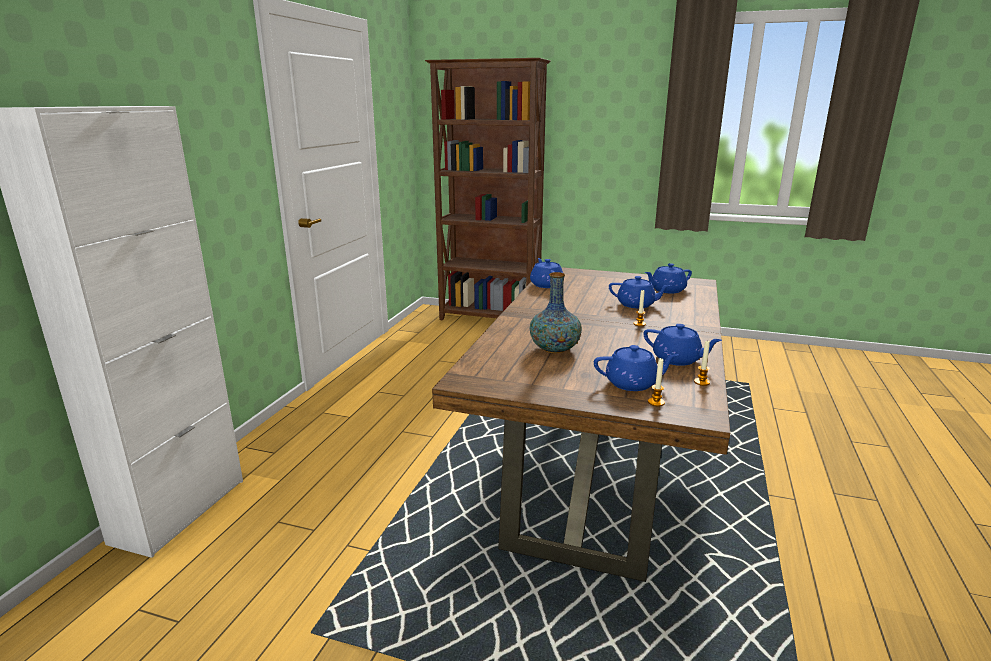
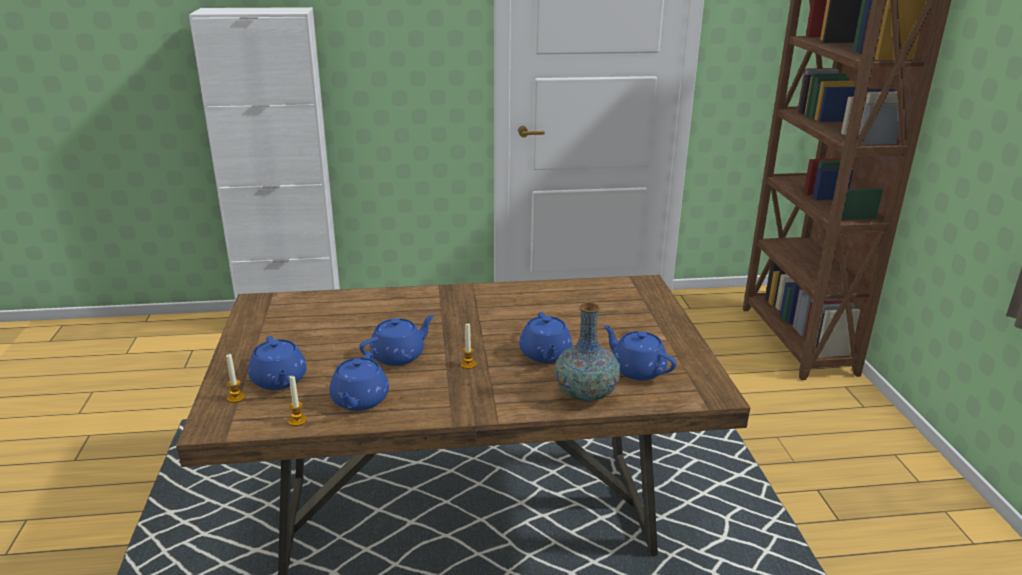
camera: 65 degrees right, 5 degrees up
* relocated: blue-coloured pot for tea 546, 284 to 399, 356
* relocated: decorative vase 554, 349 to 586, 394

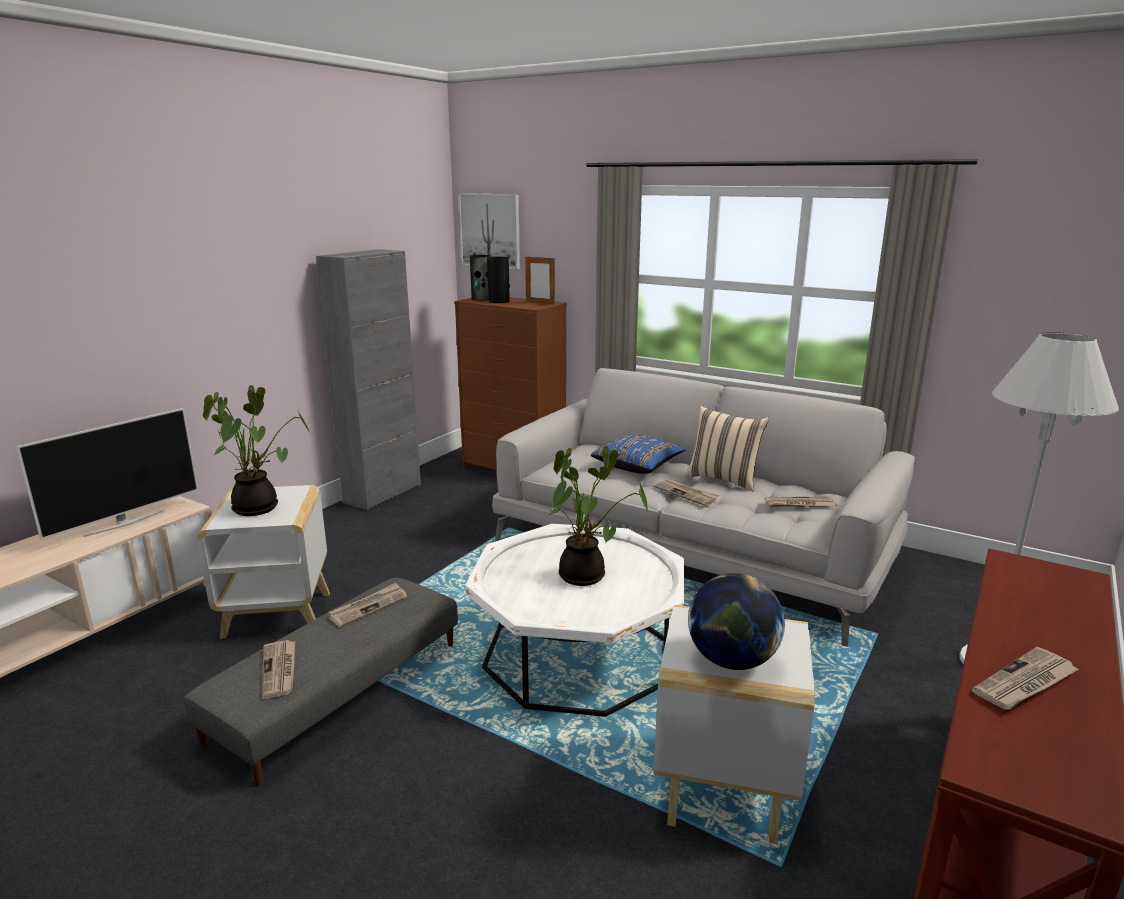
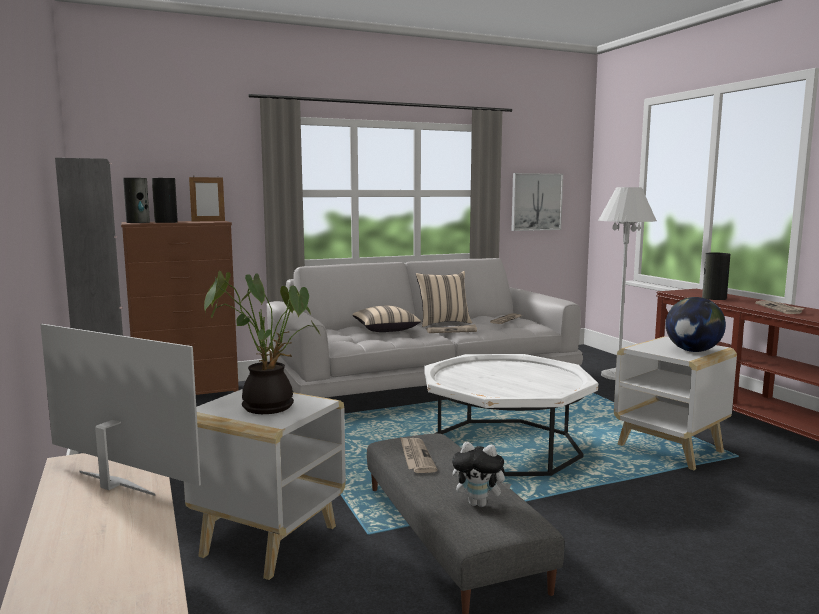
camera: 55 degrees left, 10 degrees down
* spun: TV 124, 523 = 114, 484 45 degrees counterclockwise
* colour: blue-coloured cushion 638, 466 to beige-coloured cushion 385, 329
* exchanged: newspaper 280, 670 to plush toy 480, 504
* relocated: wall art 490, 230 to 536, 202
* appeared: decorative vase 713, 298
* missing: houseplant 586, 576

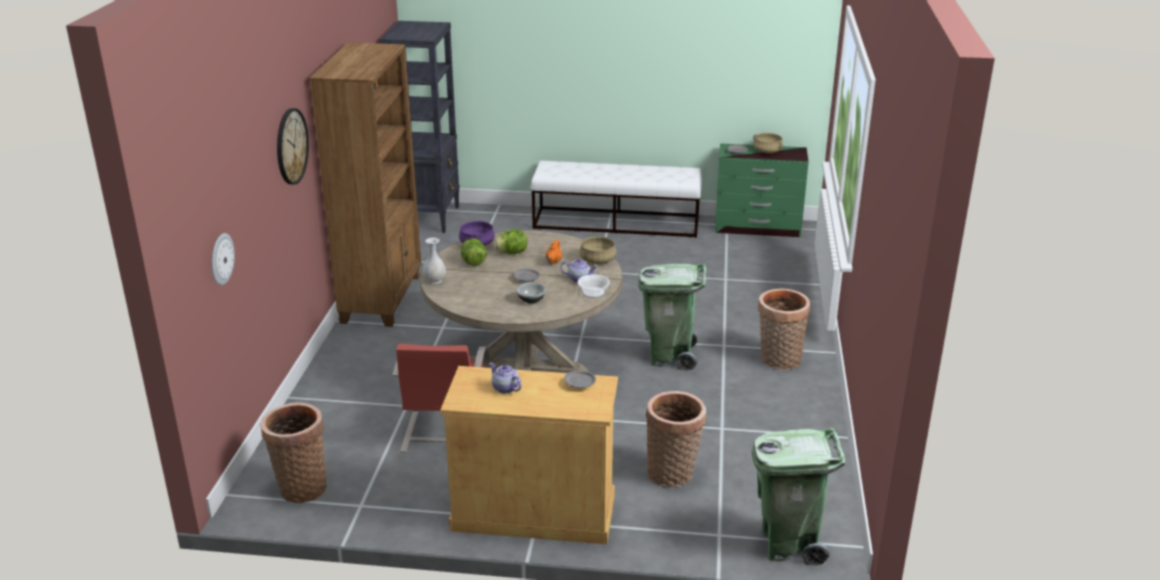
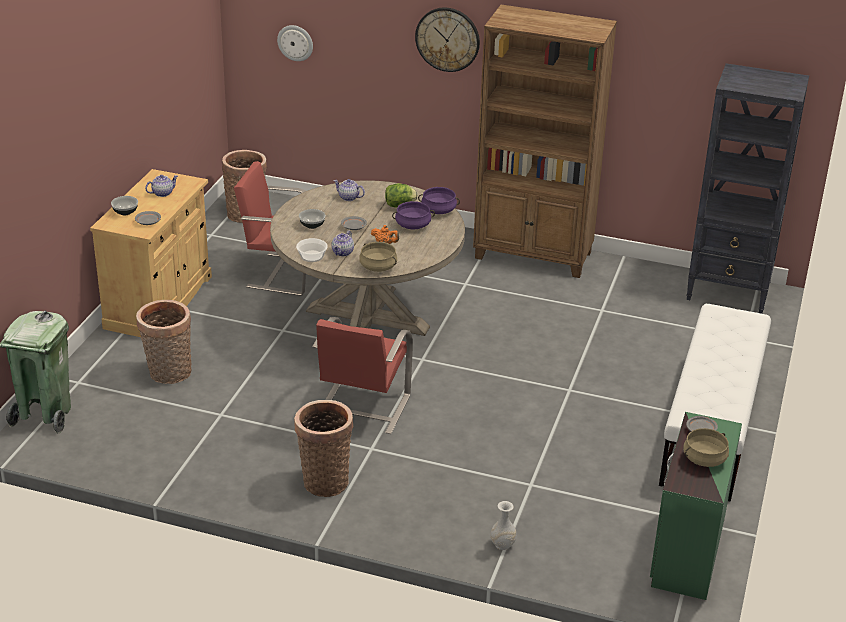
camera: 100 degrees right, 5 degrees up
* appeared: serving bowl 125, 212
* exchanged: greenish rubbish bin 670, 356 to red upright chair 361, 408
* appeared: pot for tea 348, 197
* exchanged: lettuce head 512, 253 to purplish cooking pot 413, 225
* relocated: whitish decorative vase 435, 281 to 502, 544

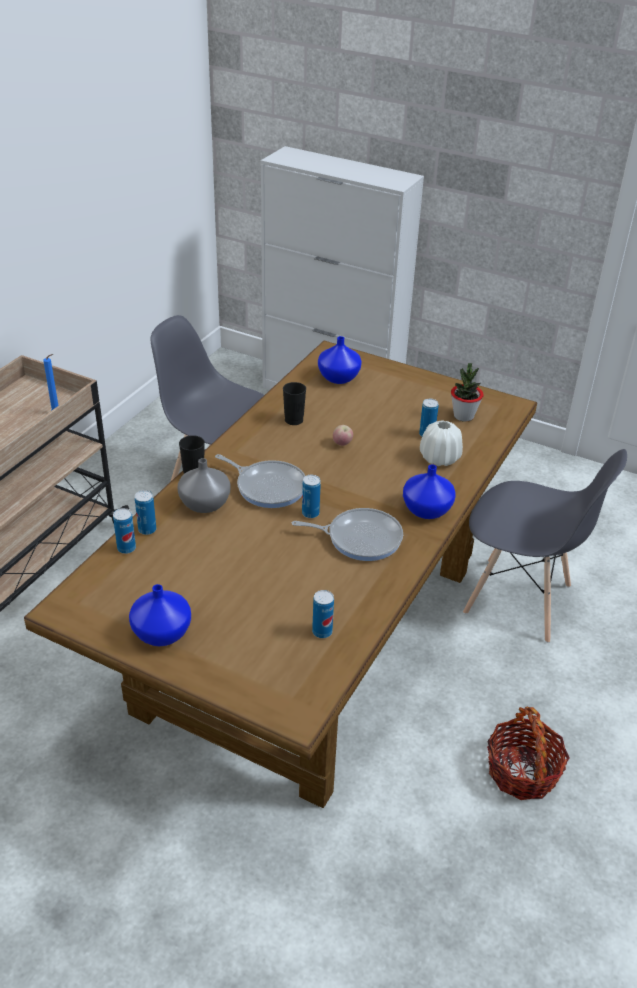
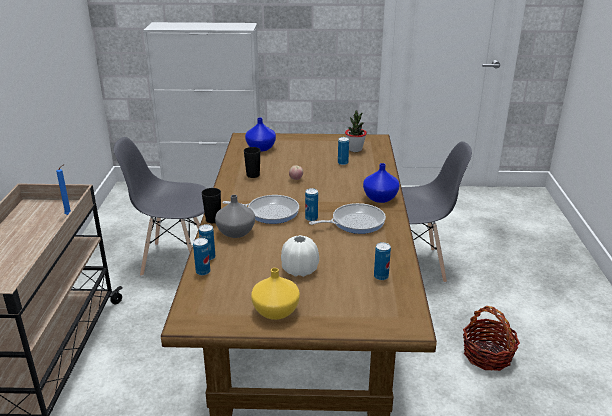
camera: 25 degrees left, 10 degrees down
* colour: blue-coloured decorative vase 163, 632 to yellow decorative vase 276, 310
* relocated: whitish decorative vase 439, 458 to 300, 270

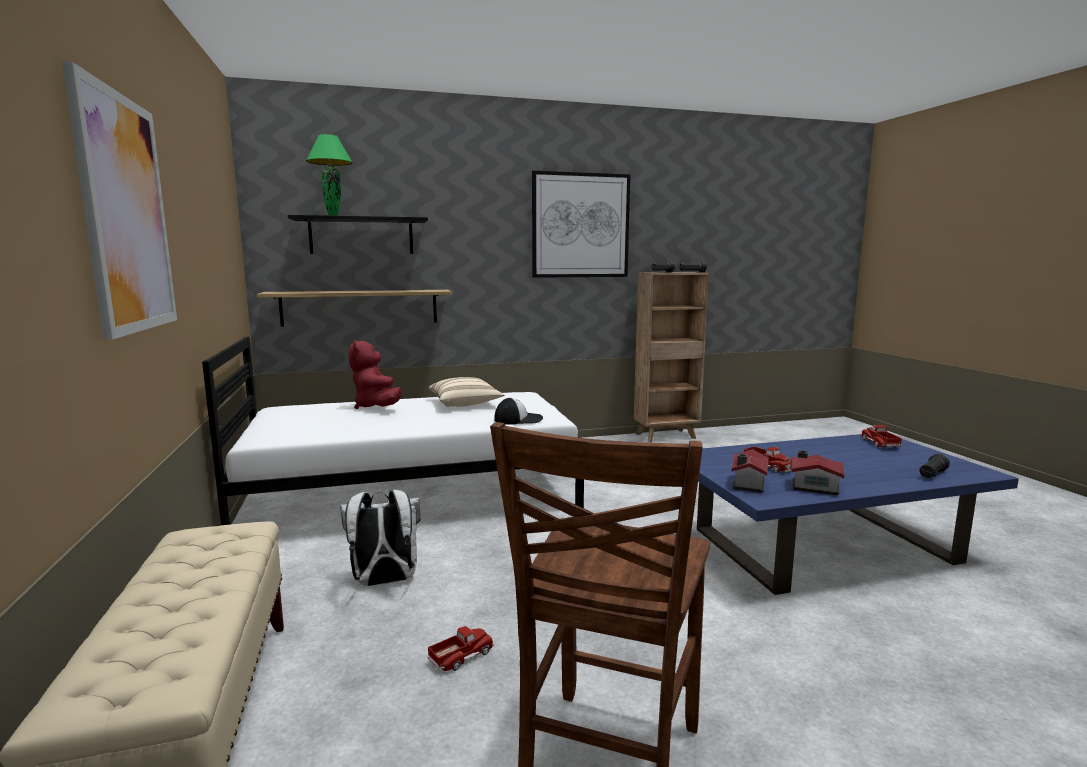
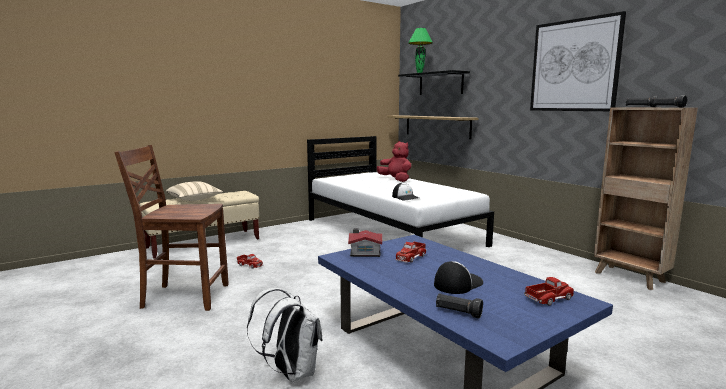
camera: 70 degrees right, 0 degrees up
* relocated: beige-coloured cushion 465, 404 to 194, 200
* relocated: whitish backpack 384, 581 to 290, 372
* spun: red plush toy 377, 407 = 395, 180 90 degrees clockwise
* appeared: cap 457, 283
* missing: wall art 126, 214
* missing: miniature house 813, 486

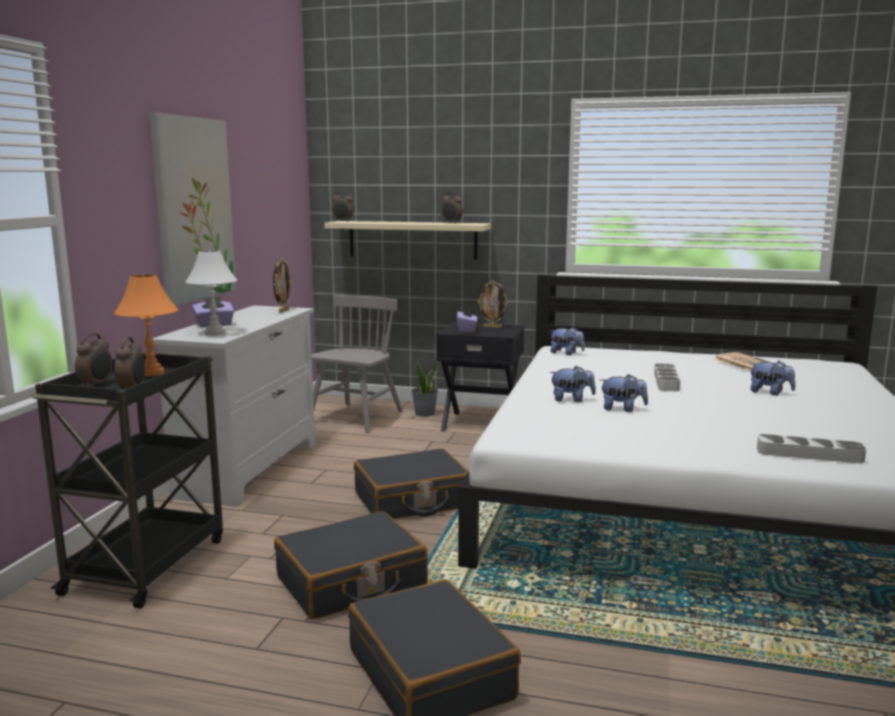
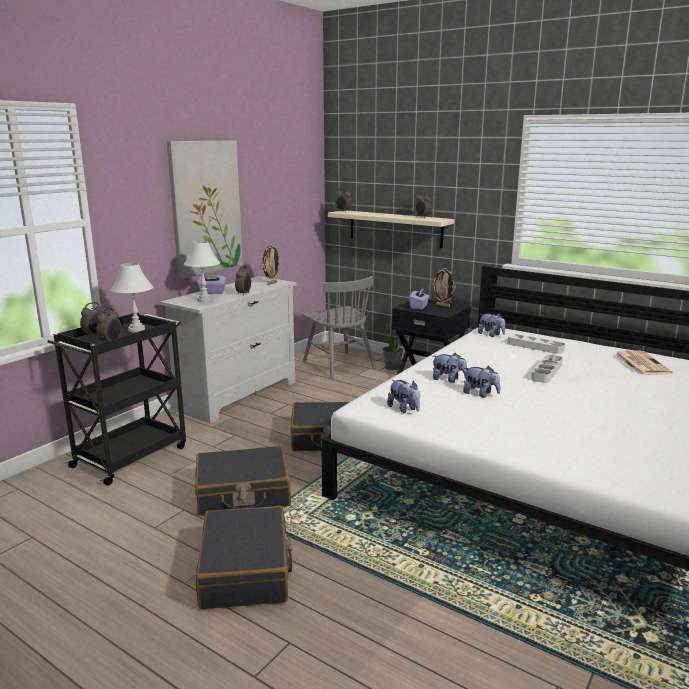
camera: 20 degrees right, 5 degrees up
* colour: orange-coloured table lamp 152, 373 to whitish table lamp 136, 329
* appeared: table clock 244, 294
* spun: grey upright chair 356, 418 = 339, 364 105 degrees clockwise
* relocated: plush toy 770, 393 to 404, 409
* relocated: grey tray 809, 454 to 535, 347

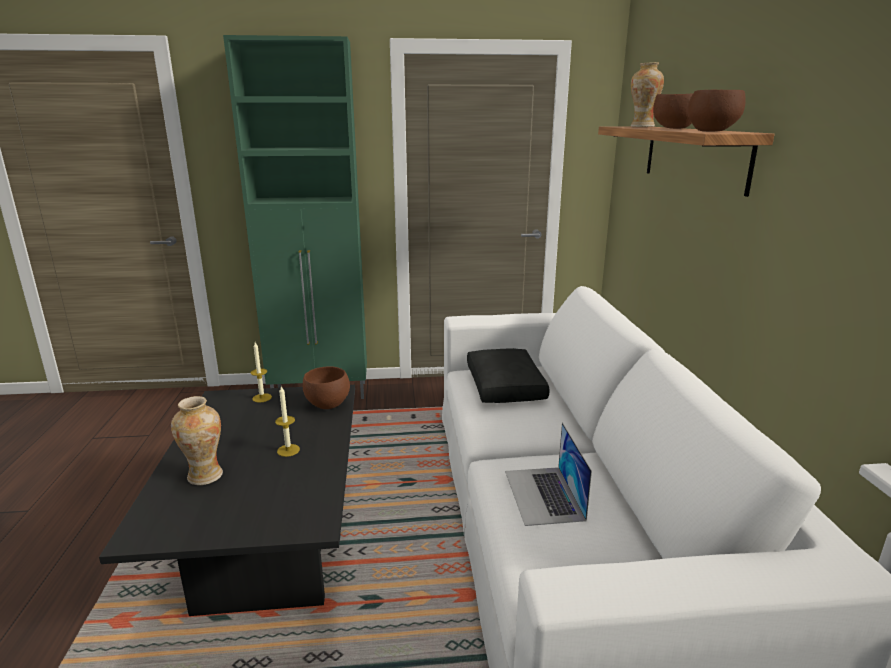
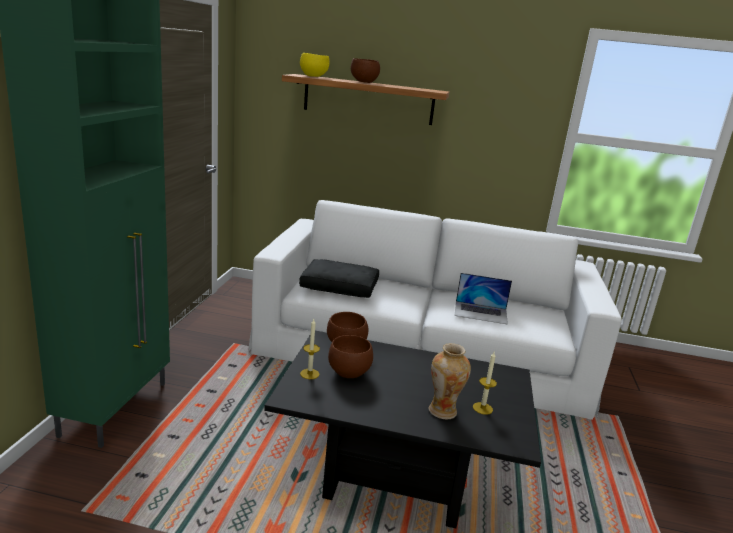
camera: 75 degrees left, 0 degrees up
* exchanged: decorative vase 642, 126 to yellow serving bowl 313, 76
* relocated: brown-coloured serving bowl 710, 131 to 347, 373
* relocated: wax light 288, 450 to 482, 408

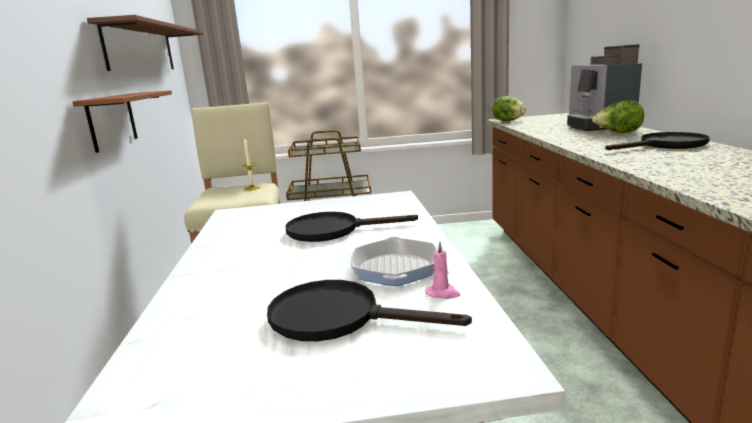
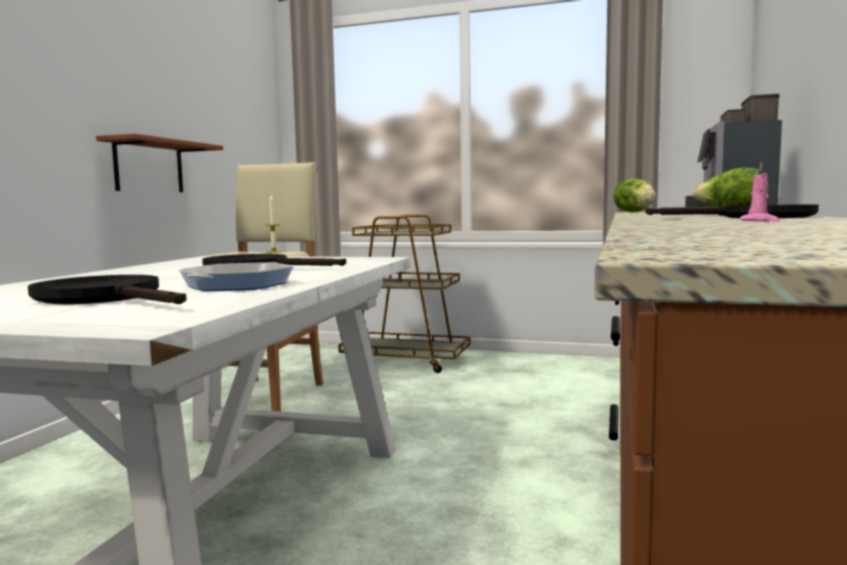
camera: 20 degrees right, 10 degrees down
* relocated: pink wax light 443, 293 to 760, 221
* missing: brown-coloured bracket shelf 140, 48

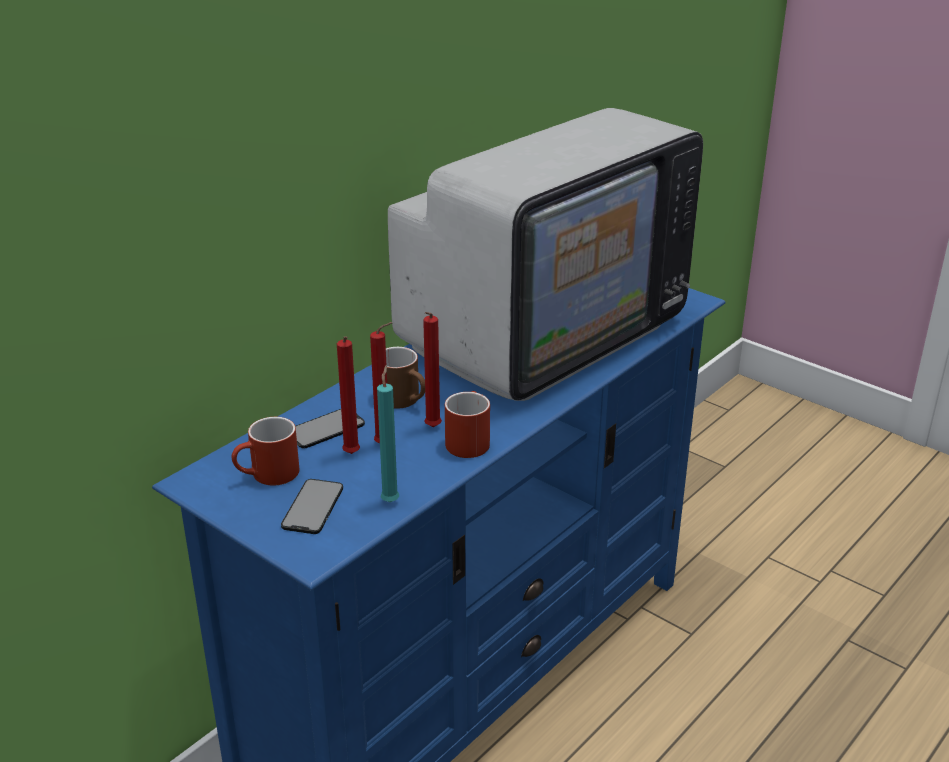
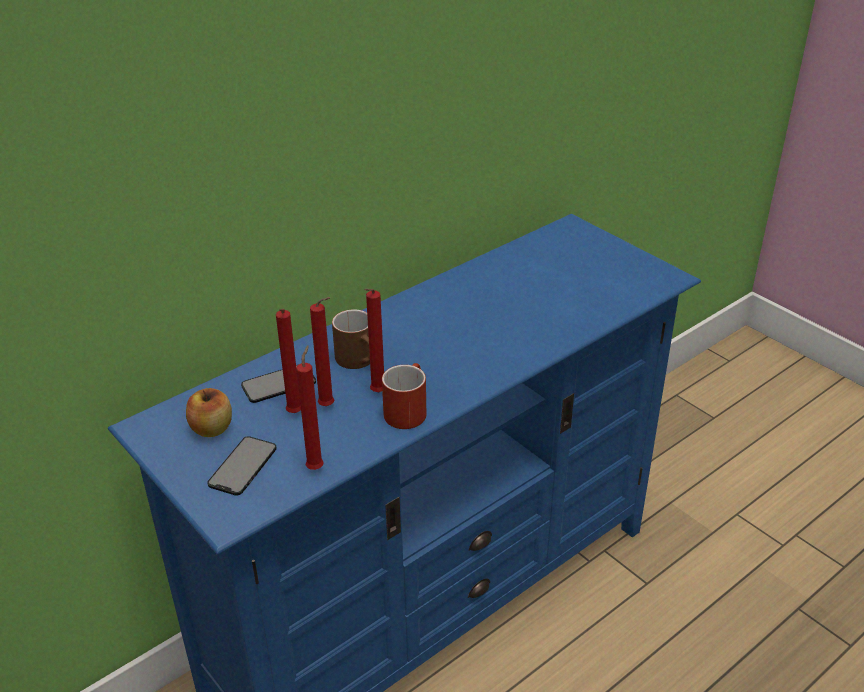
camera: 10 degrees right, 5 degrees up
* exchanged: red mug 268, 476 to apple 212, 429
* colour: turquoise-coloured wax light 391, 500 to red wax light 316, 467
* missing: TV 543, 335

